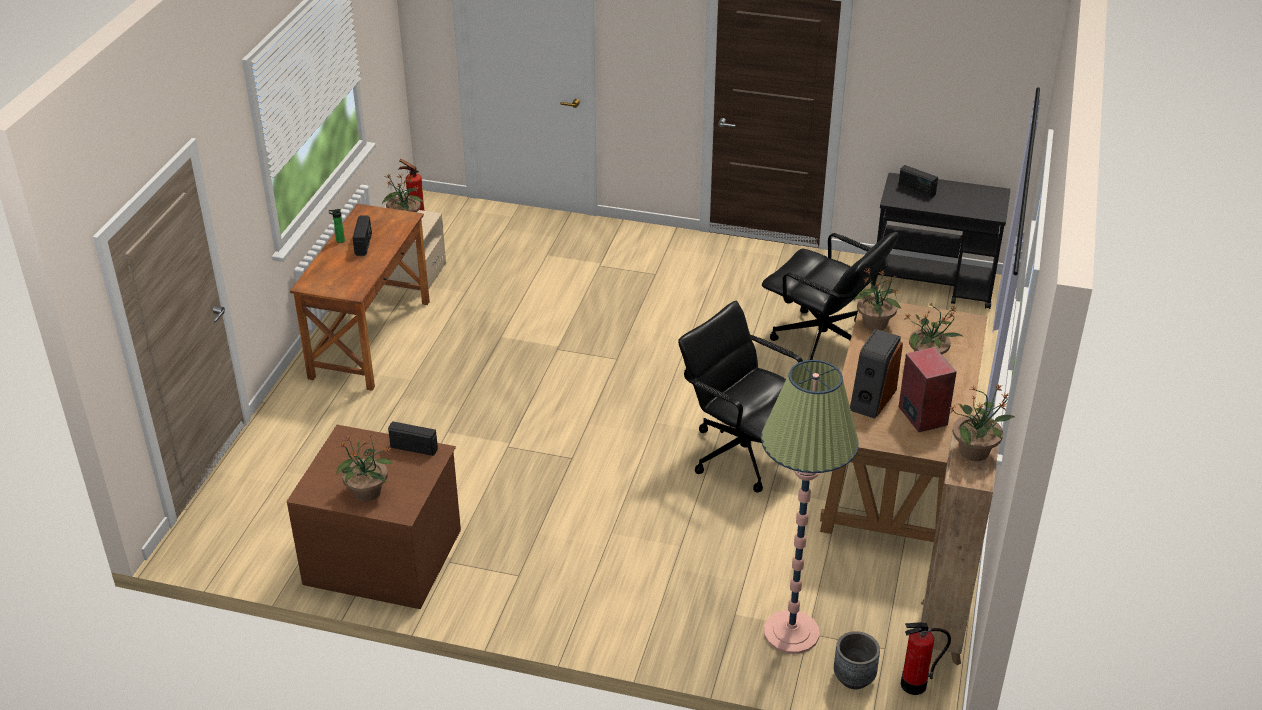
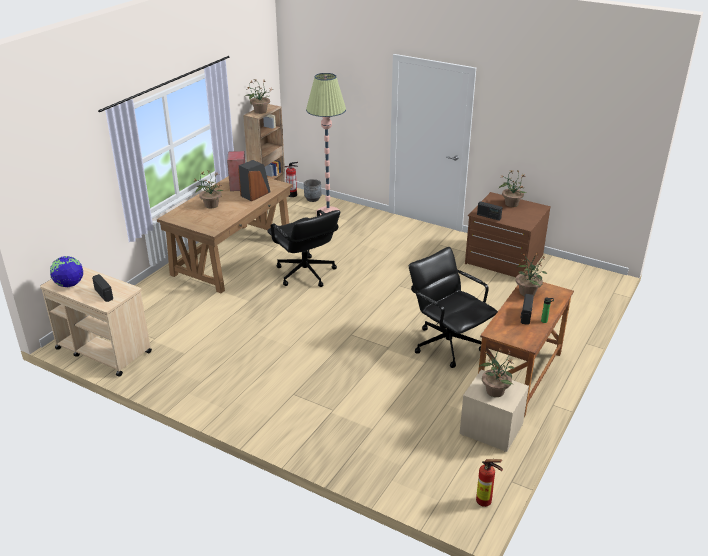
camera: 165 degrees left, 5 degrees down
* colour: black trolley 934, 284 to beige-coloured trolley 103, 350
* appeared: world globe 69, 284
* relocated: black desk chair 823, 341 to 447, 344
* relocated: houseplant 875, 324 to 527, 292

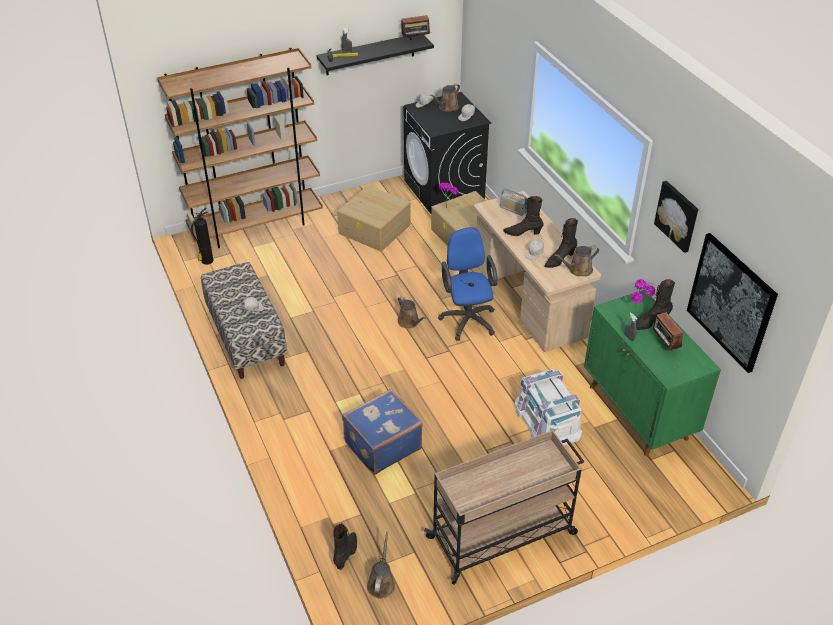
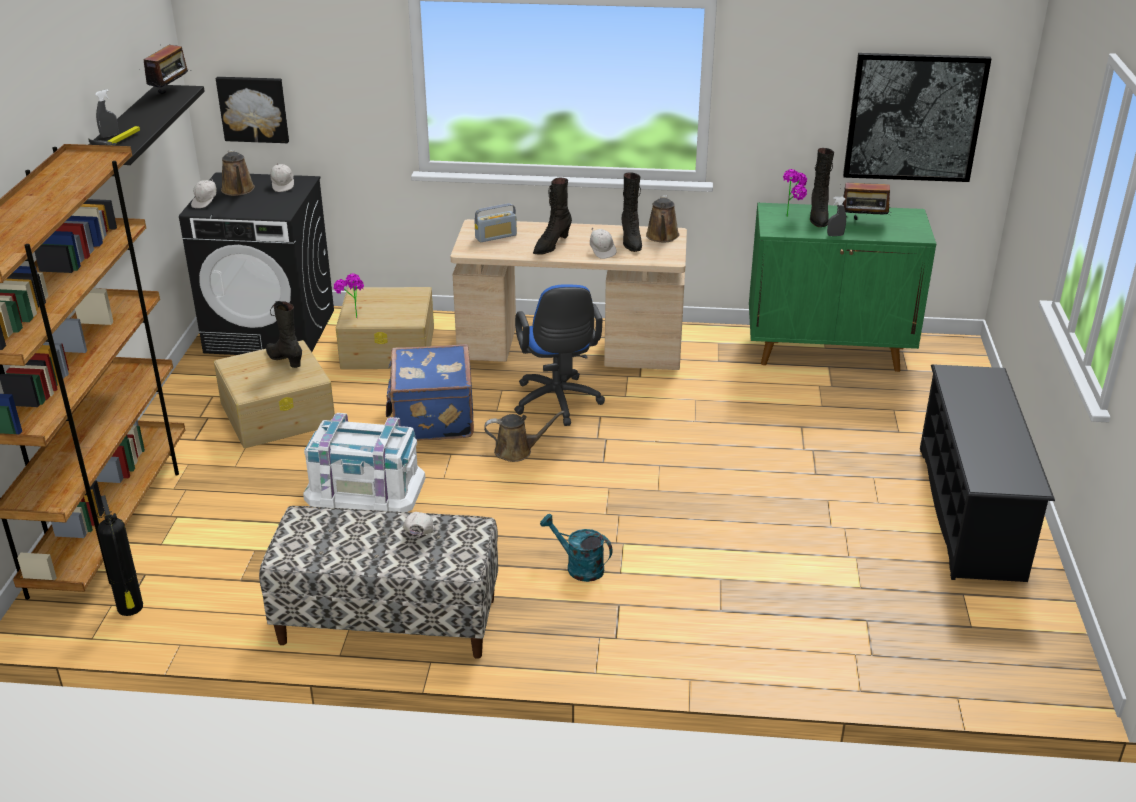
camera: 60 degrees left, 10 degrees down
* relocated: wall art 677, 215 to 253, 109
* relocated: black tall boot 346, 554 to 285, 360
* relocated: whitish storage container 547, 420 to 365, 489
* relocated: blue-coloured suitcase 381, 445 to 431, 418
* spun: blue-coloured desk chair 467, 318 = 558, 404 120 degrees counterclockwise
* appeared: turquoise-coloured watering pot 579, 567
* exchanged: beige-coloured trolley 503, 535 to black shoe rack 970, 511
* missing: brown-coloured watering pot 381, 582

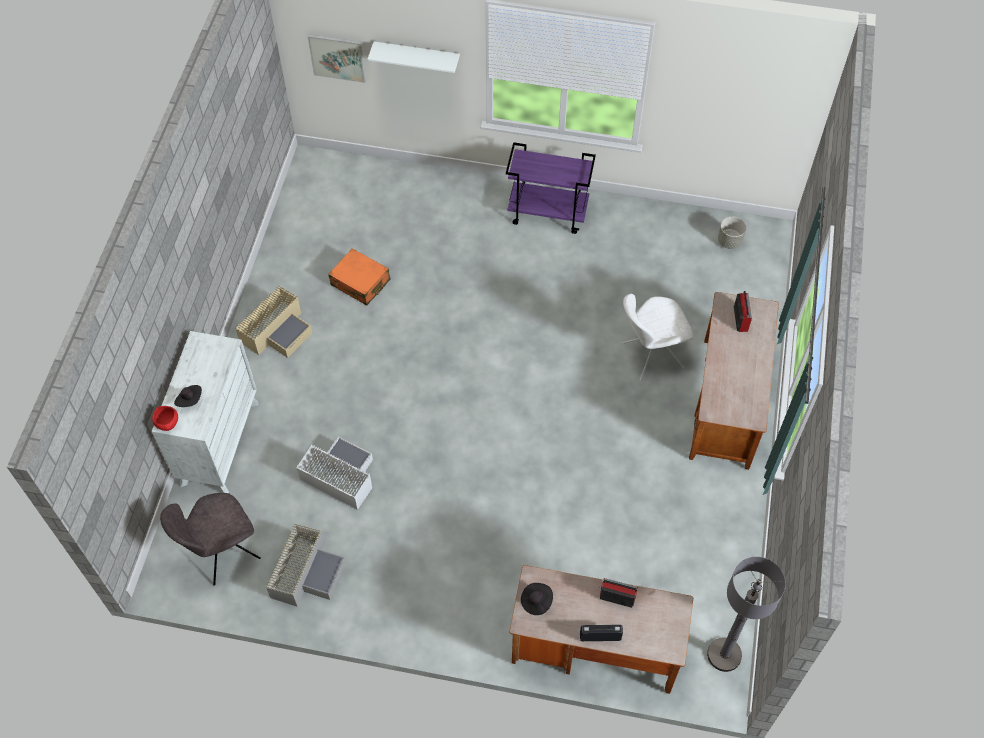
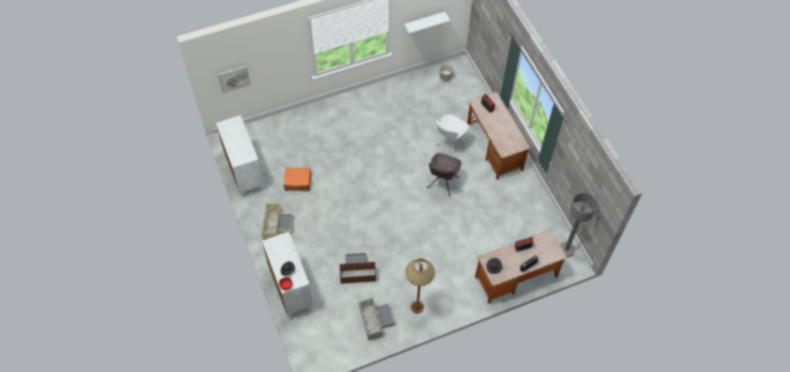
camera: 35 degrees left, 0 degrees up
* appeared: whitish dresser 244, 173
* colour: whitish storage container 339, 476 to brown-coloured storage container 357, 272
* relocated: whitish bracket shelf 417, 56 to 424, 22
* appeared: brown-coloured standing lamp 417, 307
* relocated: grey upright chair 222, 553 to 442, 183
* missing: purplish trolley 548, 213

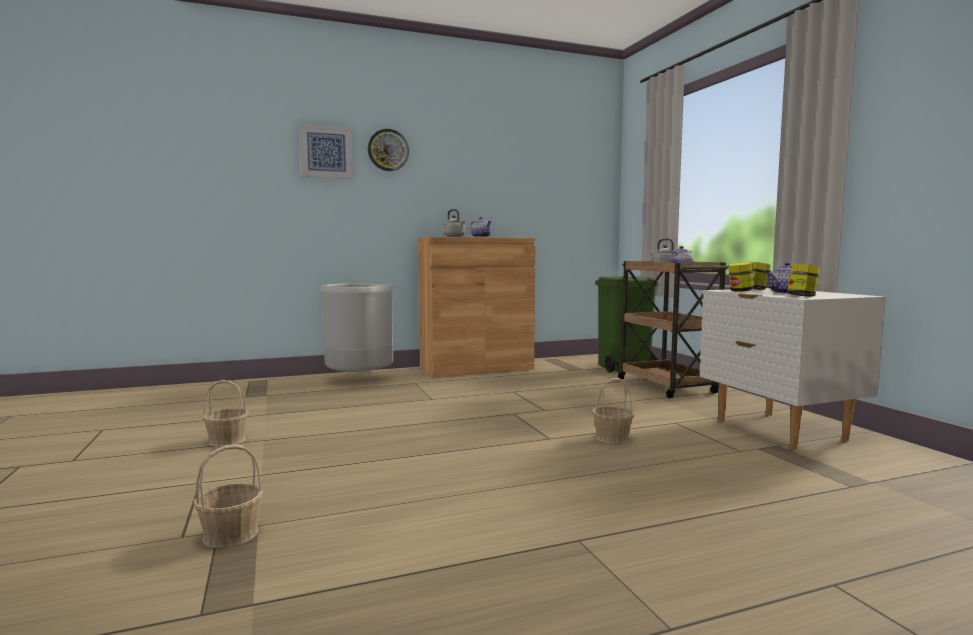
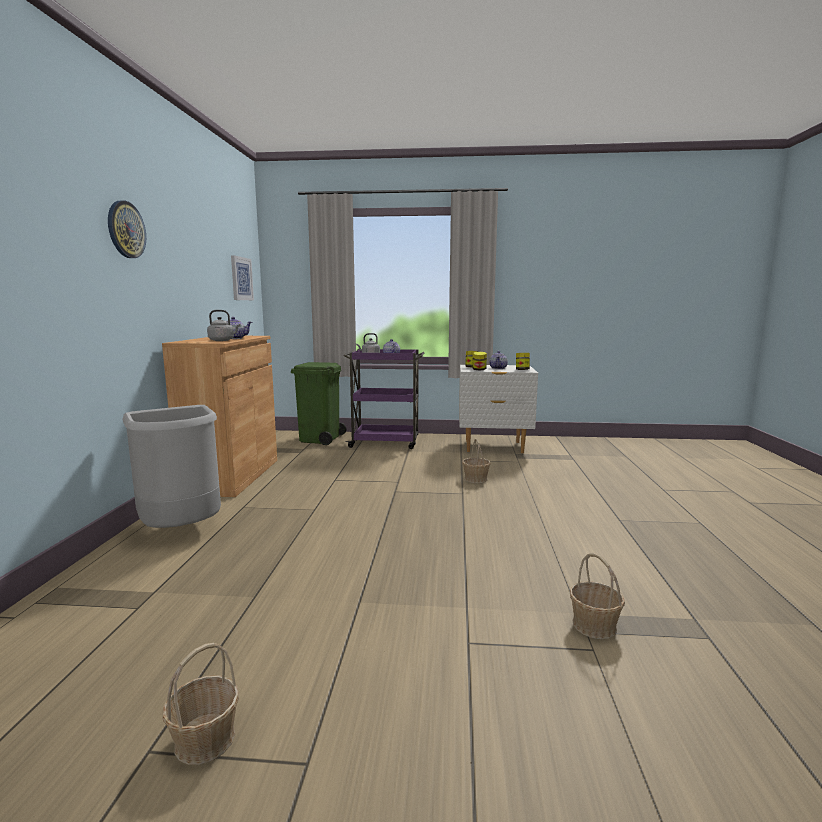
camera: 65 degrees left, 5 degrees up
* relocated: household basket 227, 440 to 204, 740
* relocated: wall art 326, 152 to 241, 278
* colour: brown-coloured trolley 667, 386 to purplish trolley 386, 442

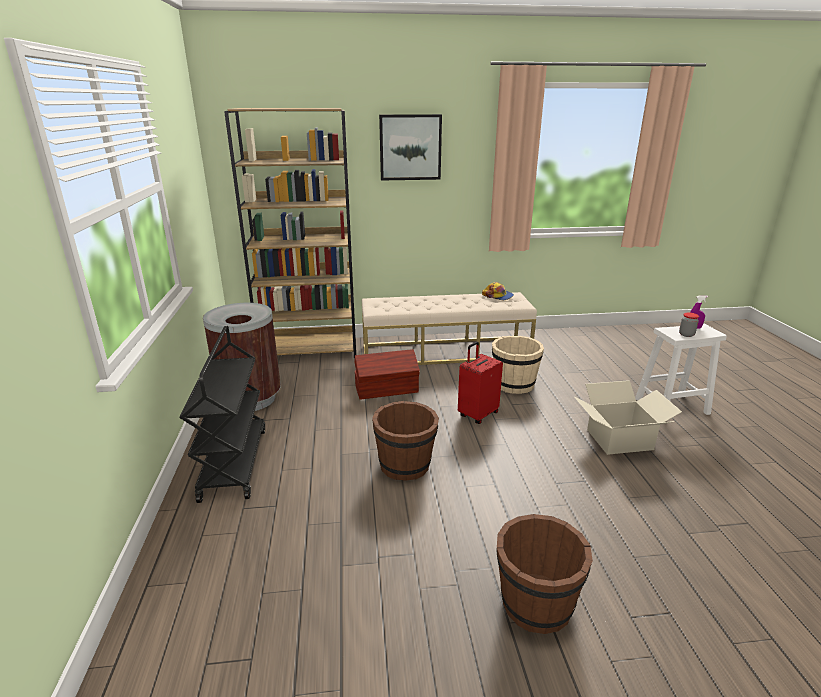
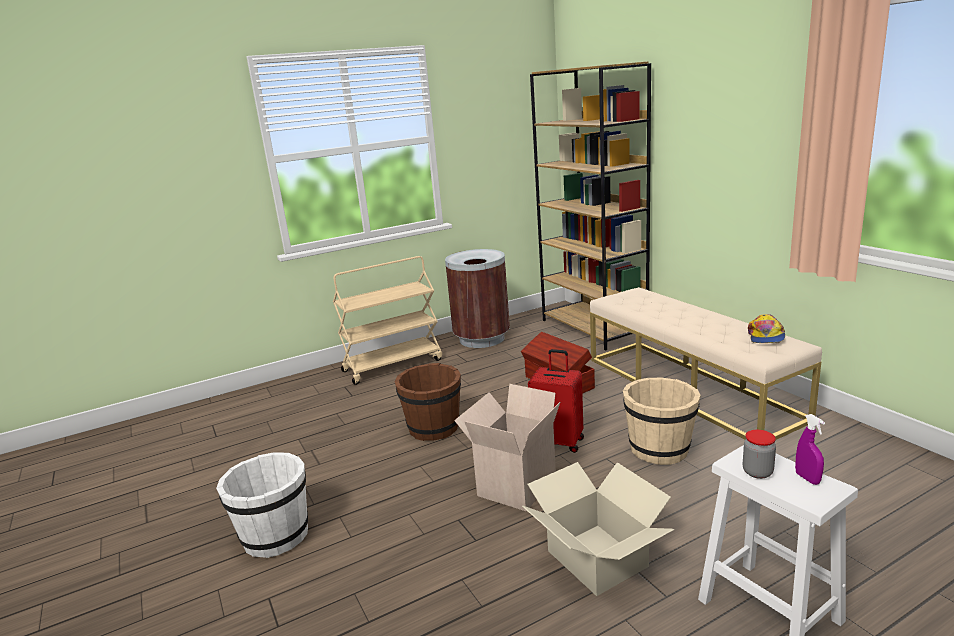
camera: 70 degrees right, 5 degrees down
* colour: brown-coloured pail 535, 604 to whitish pail 275, 536
* colour: black trolley 233, 463 to beige-coloured trolley 393, 365
* appeared: cardboard box 515, 484
* missing: wall art 410, 147

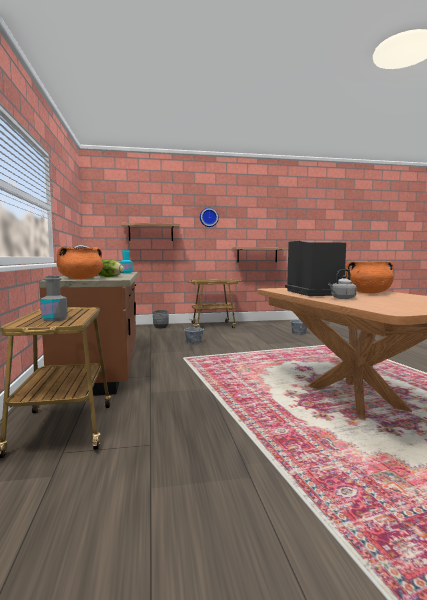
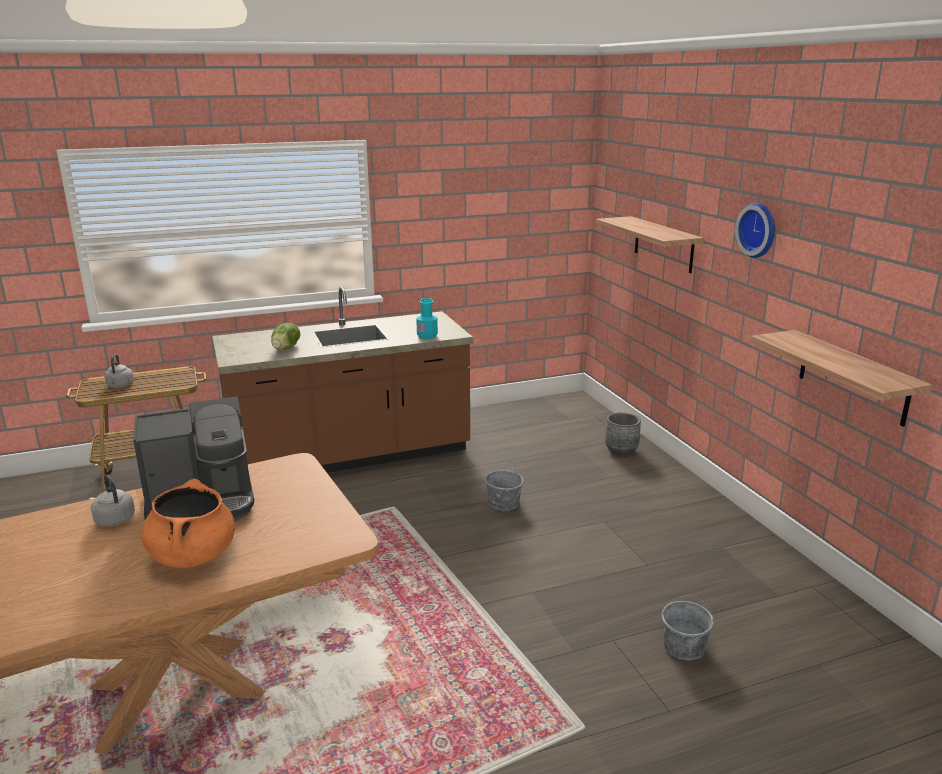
camera: 80 degrees right, 15 degrees up
* exchanged: grey drink bottle 55, 319 to grey water kettle 120, 386
* missing: orange-coloured cooking pot 81, 279
* missing: trolley 214, 325

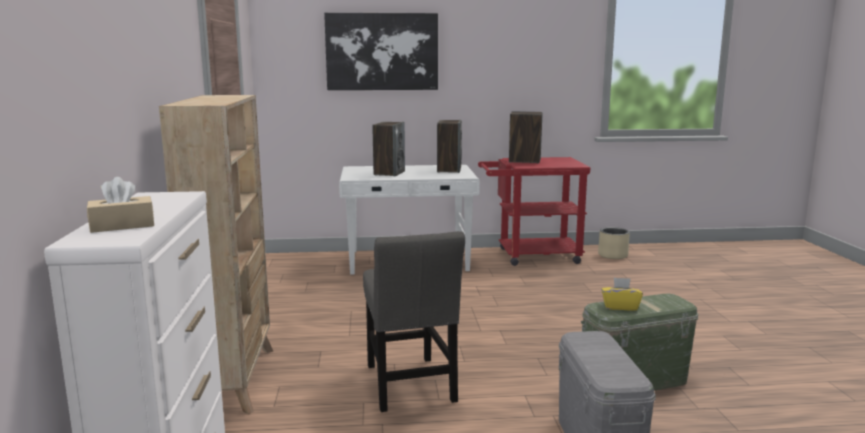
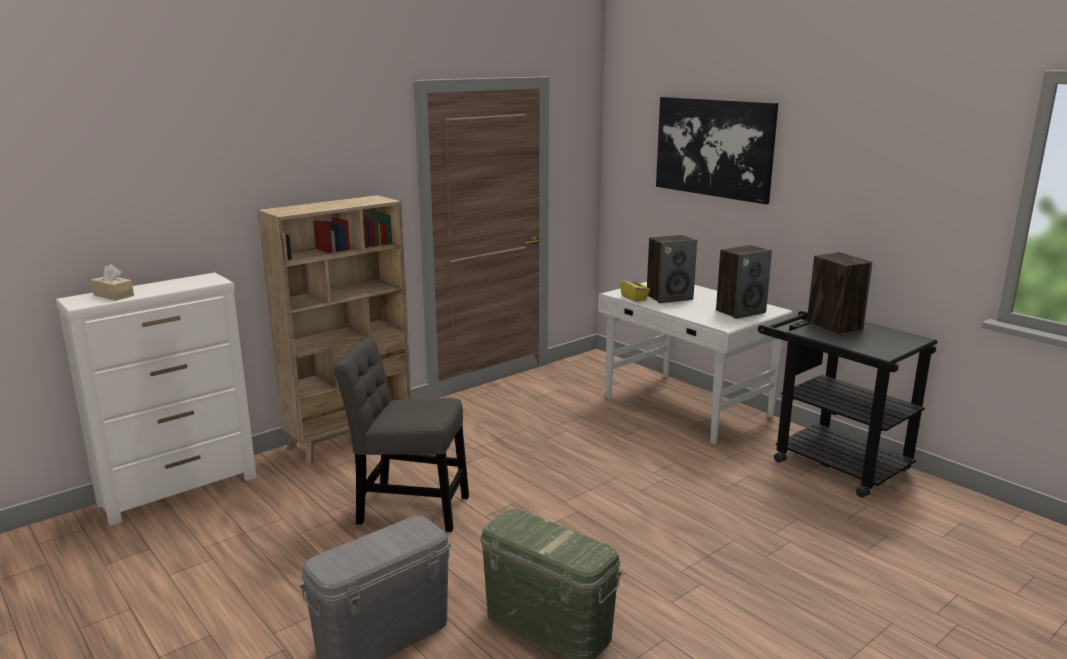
camera: 55 degrees right, 5 degrees up
* spun: grey upright chair 410, 386 = 407, 508 60 degrees clockwise
* relocated: yellow box of tissues 620, 306 to 634, 298
* colour: red trolley 531, 256 to black trolley 830, 461
* missing: beige-coloured flower pot 613, 255

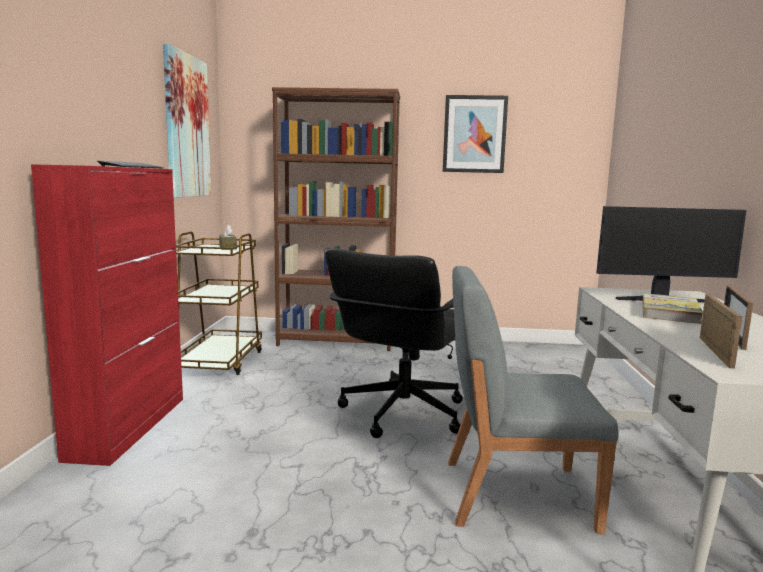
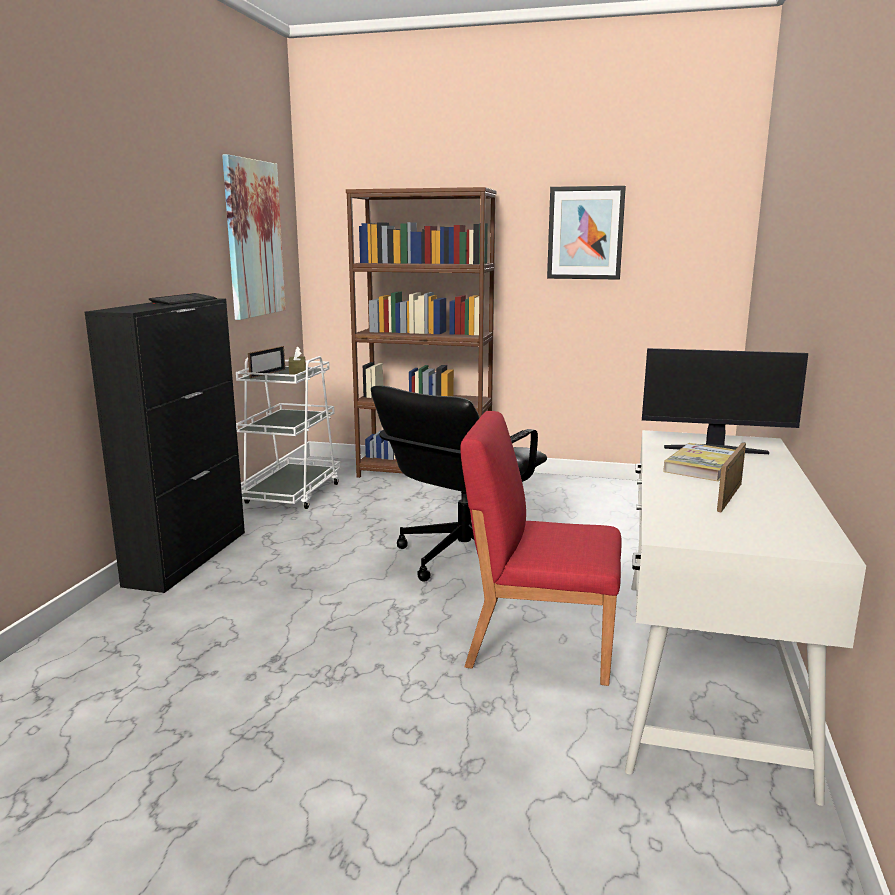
camera: 10 degrees right, 5 degrees up
* colour: red cabinet 129, 426 to black cabinet 188, 557
* colour: brown-coloured trolley 220, 362 to whitish trolley 292, 494
* relocated: photo frame 715, 351 to 267, 373
* colour: grey upright chair 515, 493 to red upright chair 539, 643

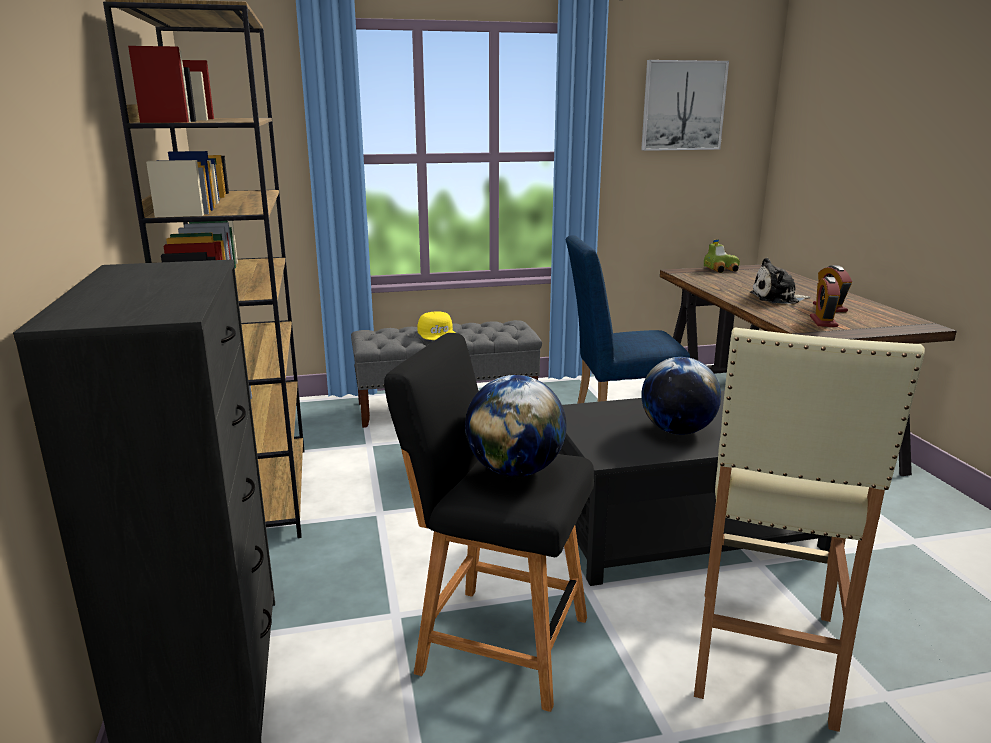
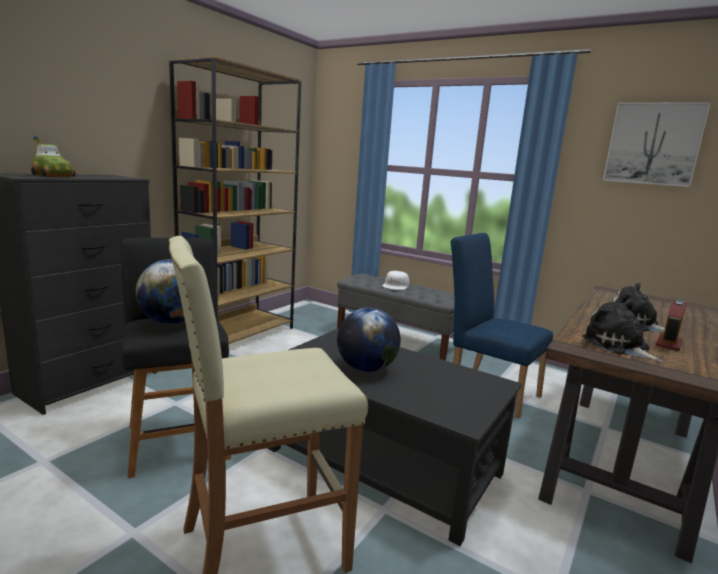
camera: 45 degrees right, 5 degrees down
* relocated: model car 720, 269 to 54, 176
* colour: yellow cap 437, 333 to whitish cap 396, 285
* exchanged: table clock 823, 322 to plush toy 618, 346

